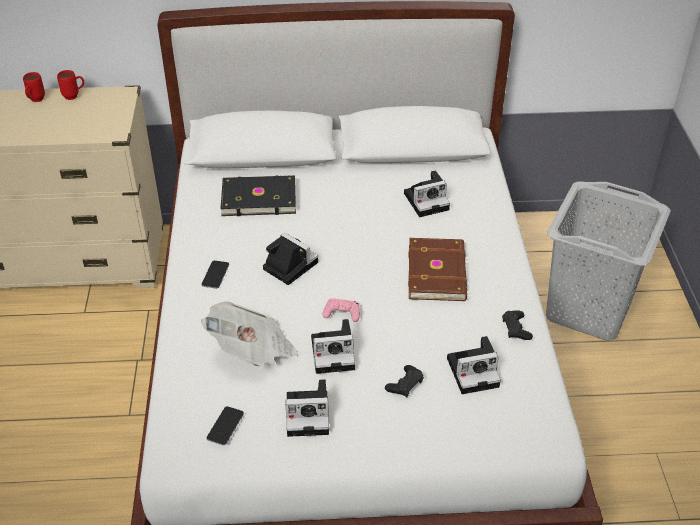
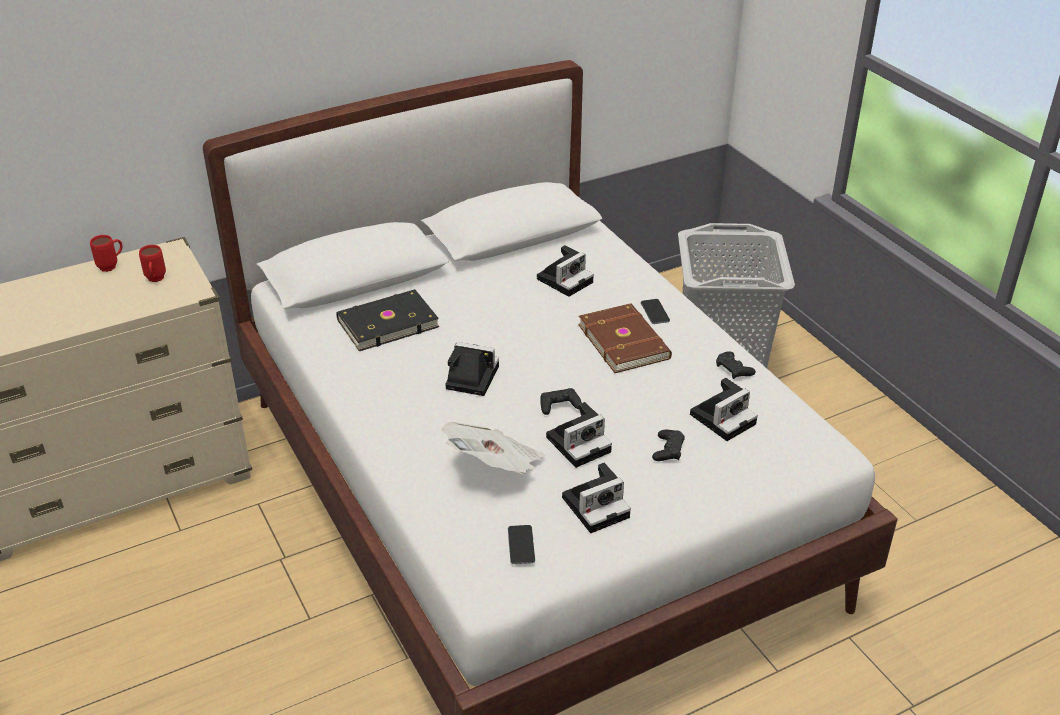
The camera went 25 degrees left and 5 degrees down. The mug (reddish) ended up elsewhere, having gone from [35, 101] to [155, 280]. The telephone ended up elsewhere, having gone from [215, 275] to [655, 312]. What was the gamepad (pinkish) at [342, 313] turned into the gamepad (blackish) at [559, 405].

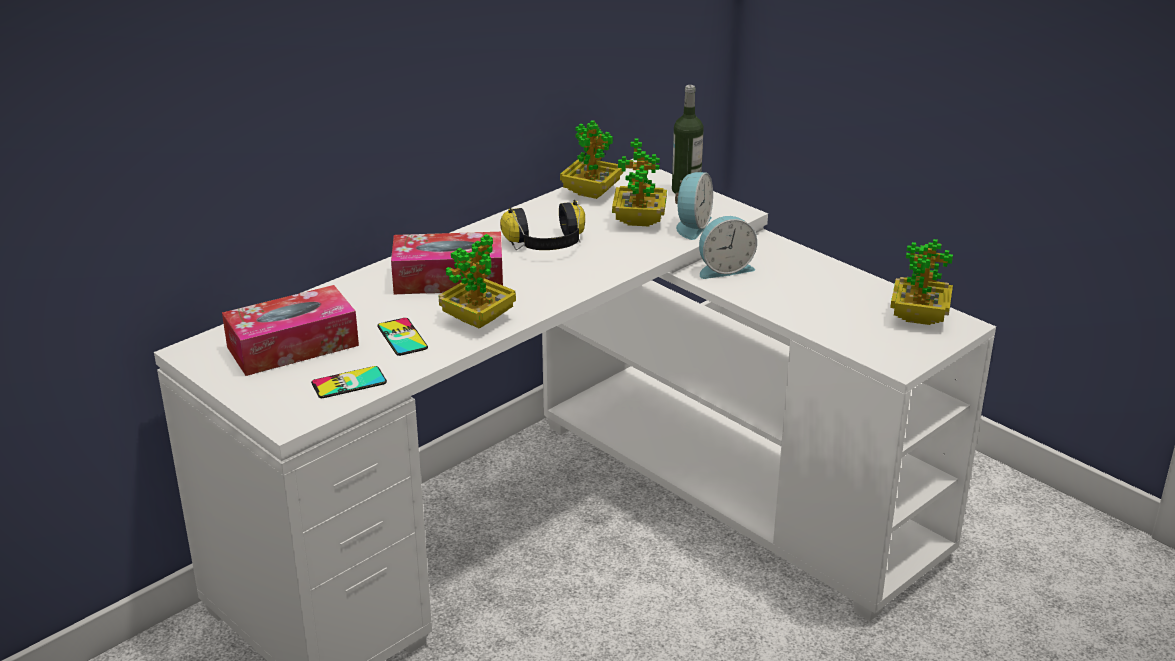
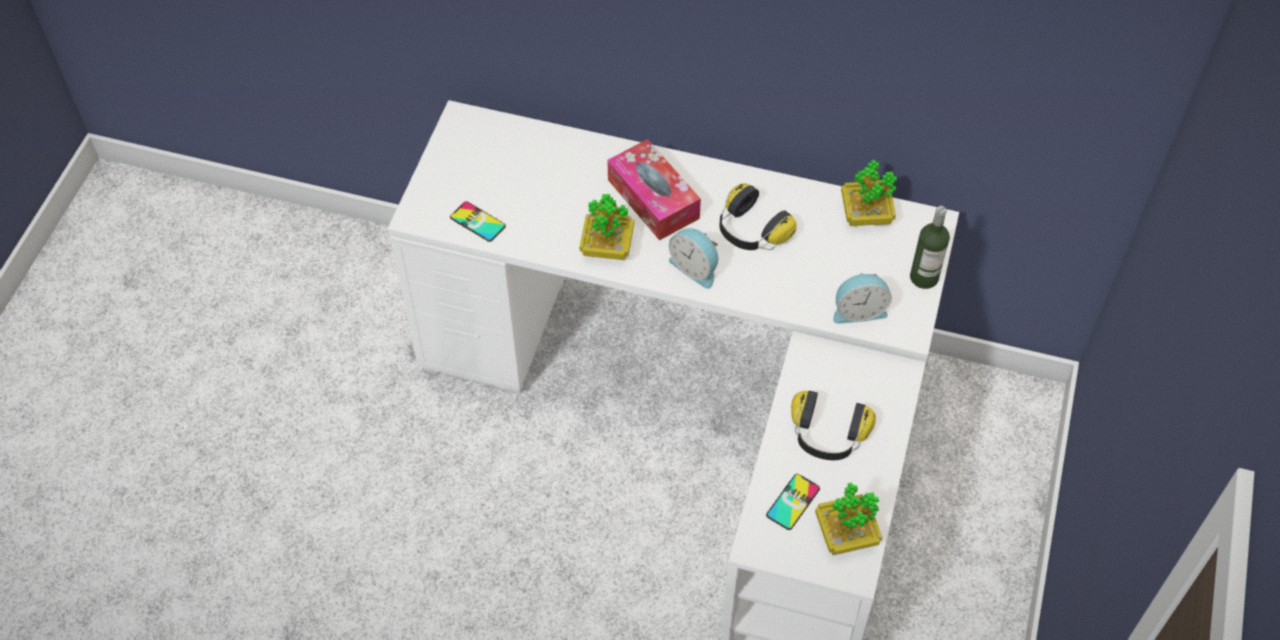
The camera went 60 degrees right and 25 degrees up. The second view lost the tissue holder at [293, 346]. The telephone ended up elsewhere, having gone from [402, 337] to [793, 502]. The second view lost the potted plant at [639, 221]. The table clock ended up elsewhere, having gone from [724, 269] to [695, 267]. The second view gained the headphones at [827, 436].

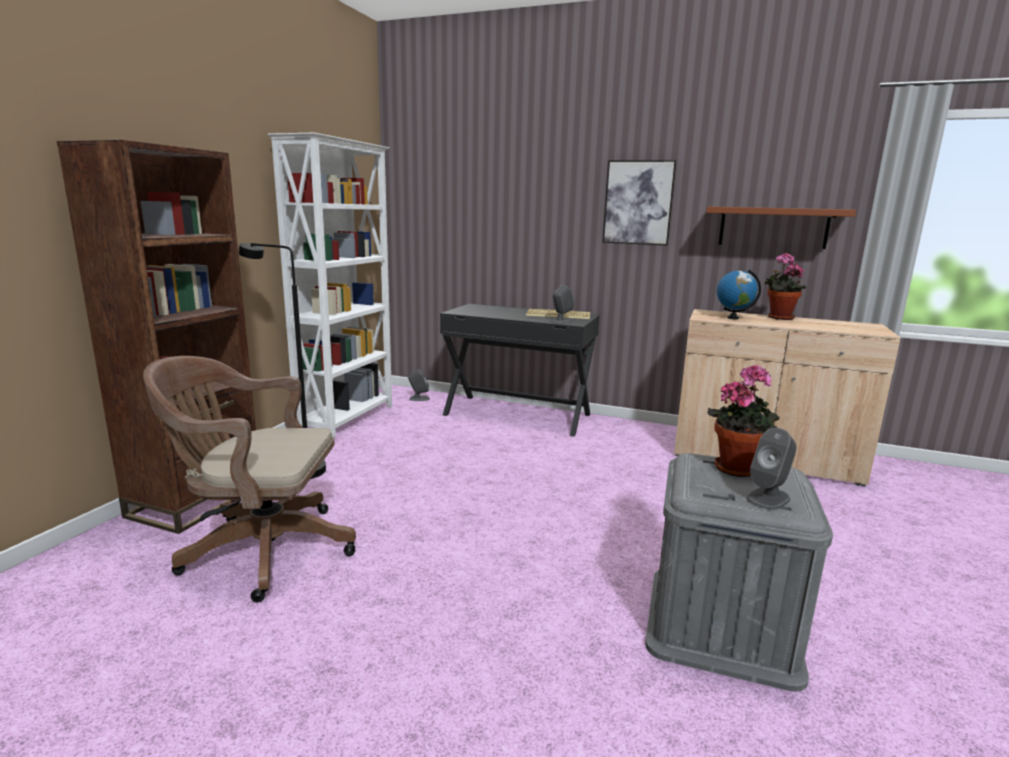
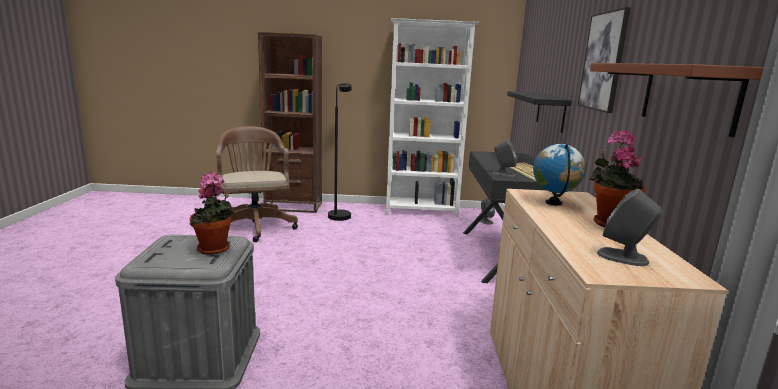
The camera went 70 degrees right and 0 degrees up. The speaker (gray) ended up elsewhere, having gone from [768, 498] to [623, 257]. The second view gained the bracket shelf (blackish) at [550, 111].

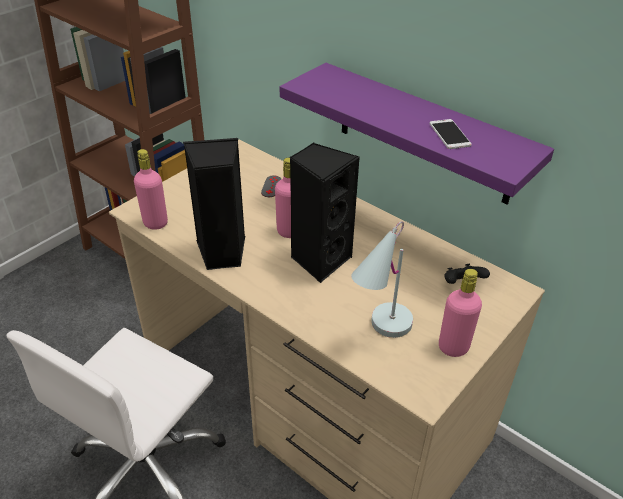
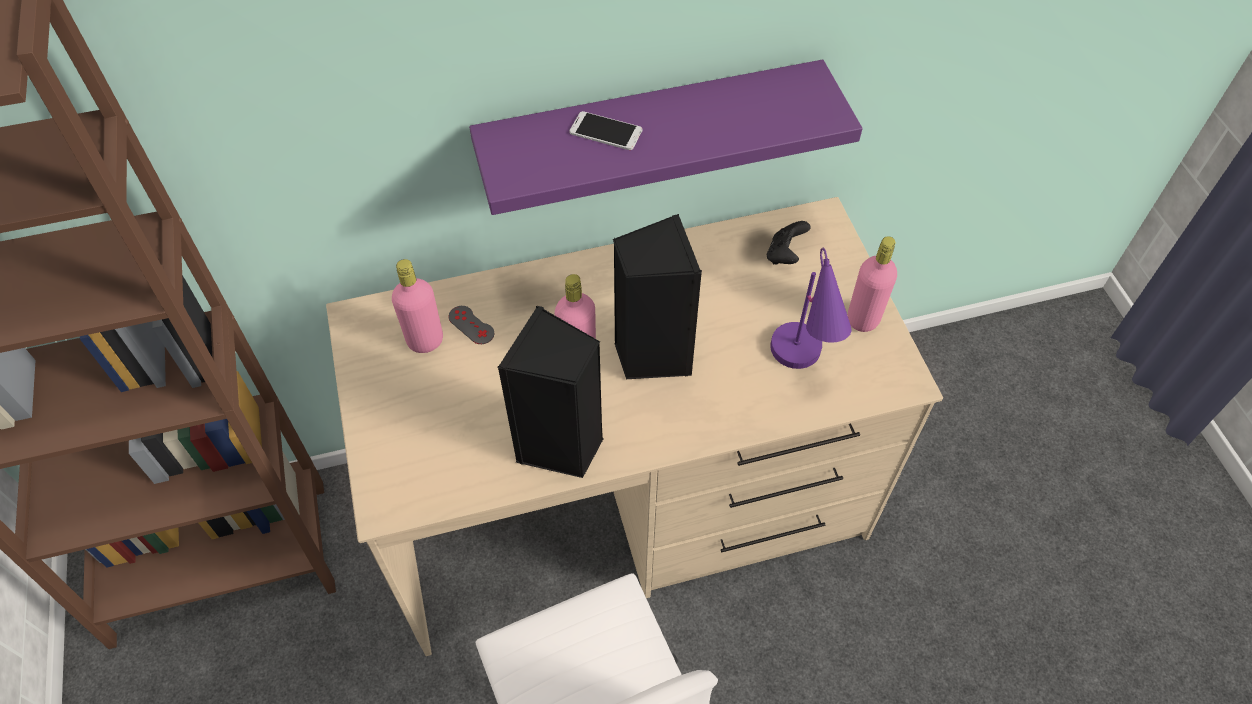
The camera went 55 degrees left and 15 degrees up. The drink bottle (pinkish) ended up elsewhere, having gone from [155, 223] to [425, 341]. What was the tabletop lamp (white) at [379, 332] turned into the tabletop lamp (purple) at [802, 367]. The telephone ended up elsewhere, having gone from [449, 134] to [606, 131].

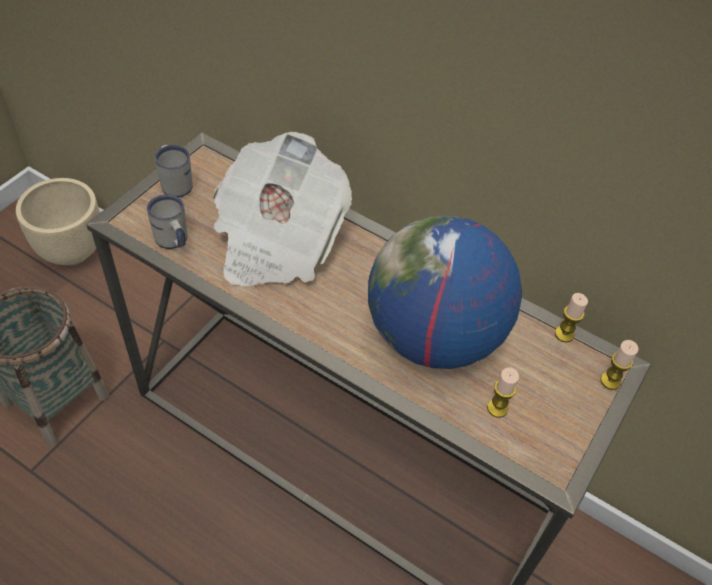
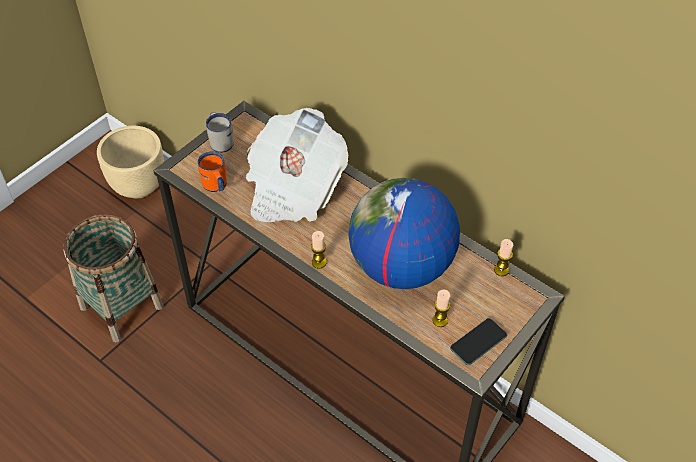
The camera went 10 degrees right and 0 degrees up. What was the mug (white) at [173, 242] turned into the mug (orange) at [216, 187]. The wax candle ended up elsewhere, having gone from [610, 381] to [319, 262]. The second view gained the telephone at [478, 342].

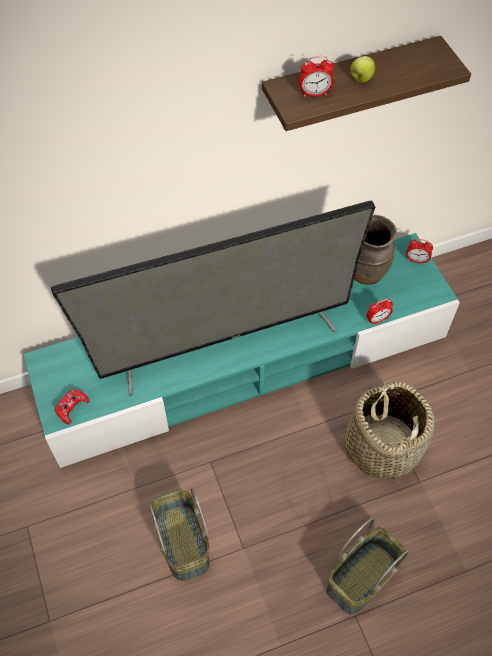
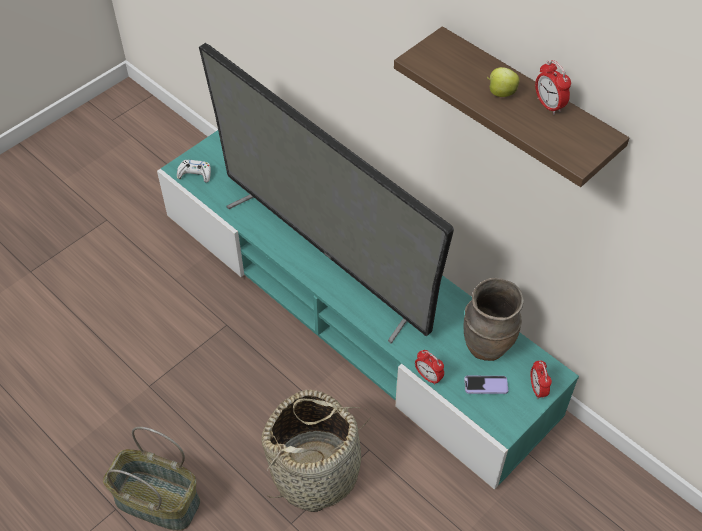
The camera went 65 degrees right and 5 degrees down. What was the gamepad (reddish) at [72, 408] turned into the gamepad (white) at [195, 174]. The second view lost the household basket at [181, 542]. The table clock ended up elsewhere, having gone from [314, 93] to [549, 105]. The second view gained the telephone at [485, 385].

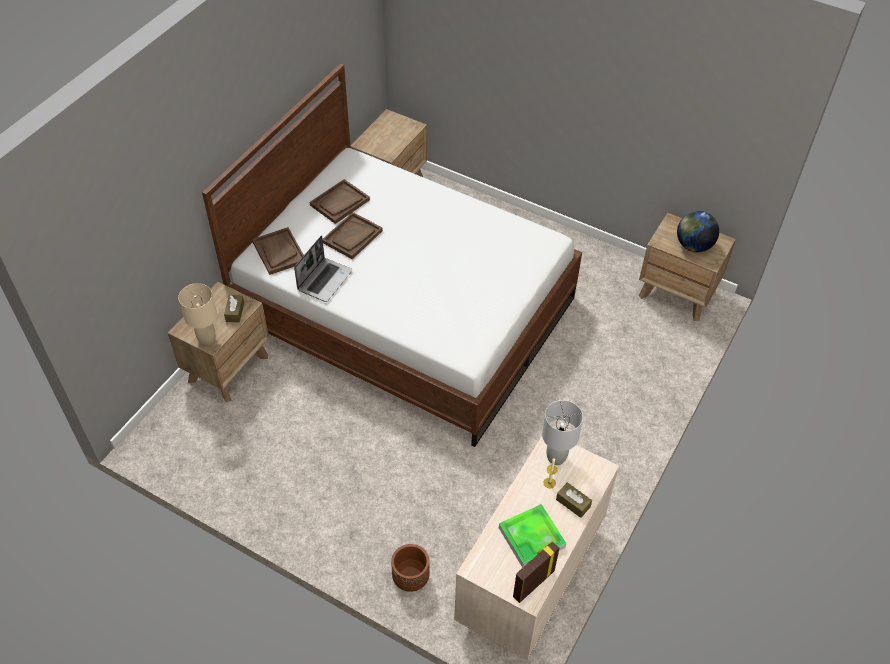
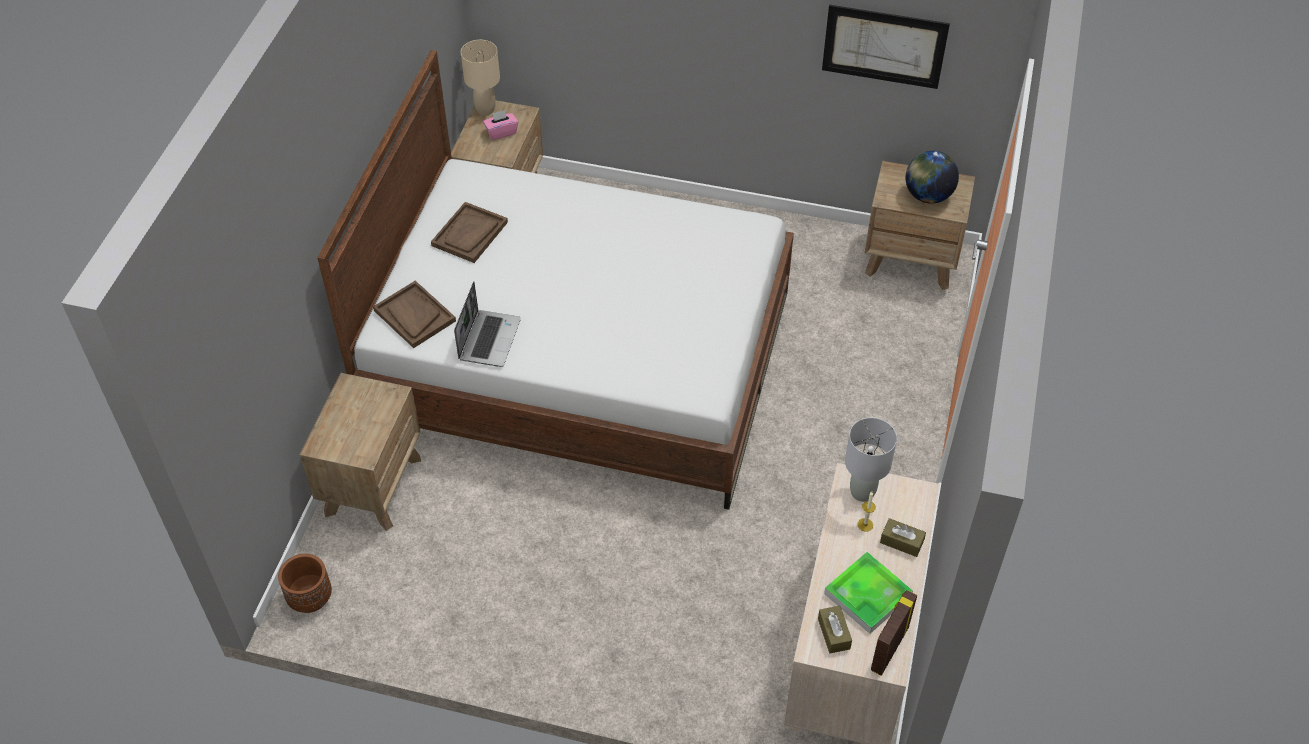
The camera went 15 degrees left and 0 degrees up. The tabletop lamp (sand-coloured) ended up elsewhere, having gone from [207, 338] to [485, 109]. The tissue holder (brown-coloured) ended up elsewhere, having gone from [235, 312] to [833, 633]. The second view lost the carrying tray (brown-coloured) at [352, 237]. The flower pot (brown-coloured) ended up elsewhere, having gone from [410, 578] to [310, 598]. The second view gained the tissue holder (pinkish) at [501, 132]. The second view gained the wall art at [884, 46].

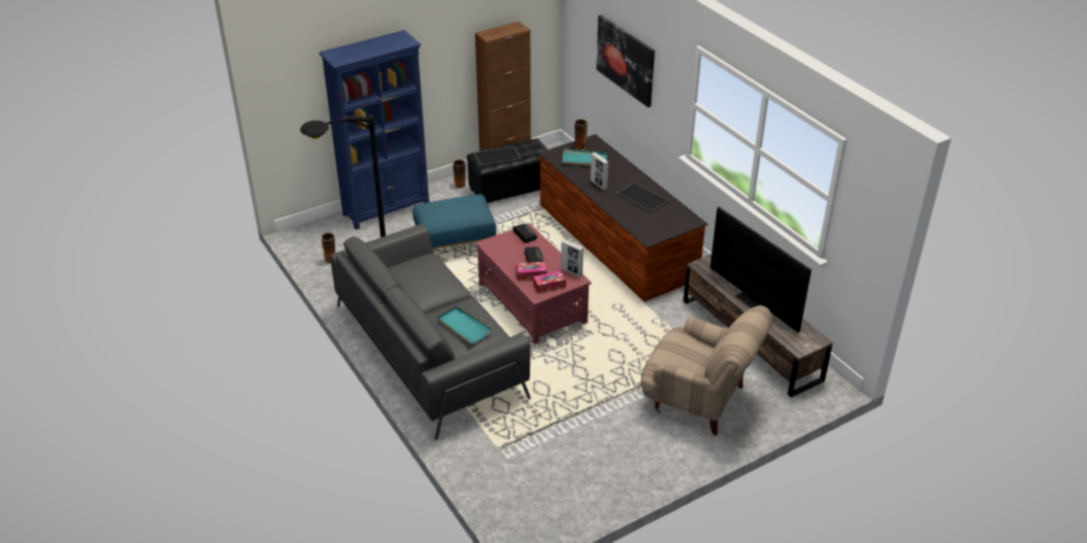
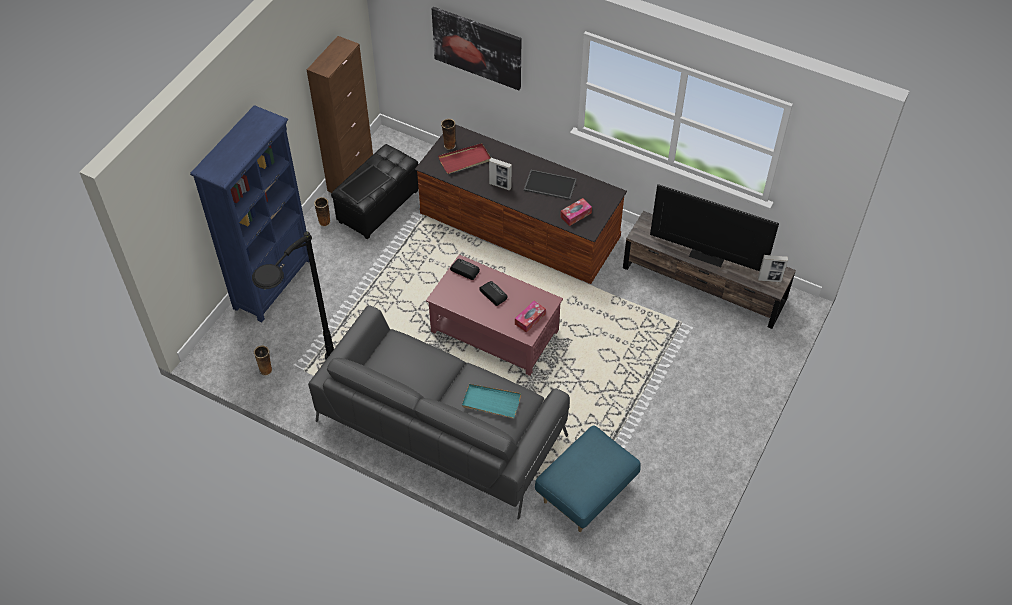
The camera went 30 degrees left and 15 degrees up. The pouffe (bluish) ended up elsewhere, having gone from [455, 243] to [586, 491]. The tissue holder ended up elsewhere, having gone from [531, 274] to [575, 215]. The picture frame ended up elsewhere, having gone from [571, 272] to [769, 279]. What was the carrying tray (blue-green) at [584, 160] turned into the carrying tray (reddish) at [465, 160]. The second view lost the armchair (sand-coloured) at [699, 399].

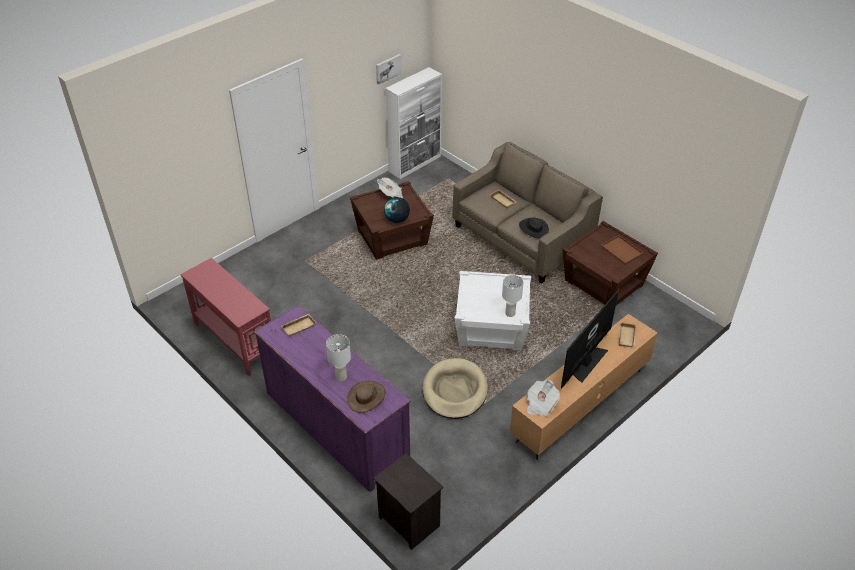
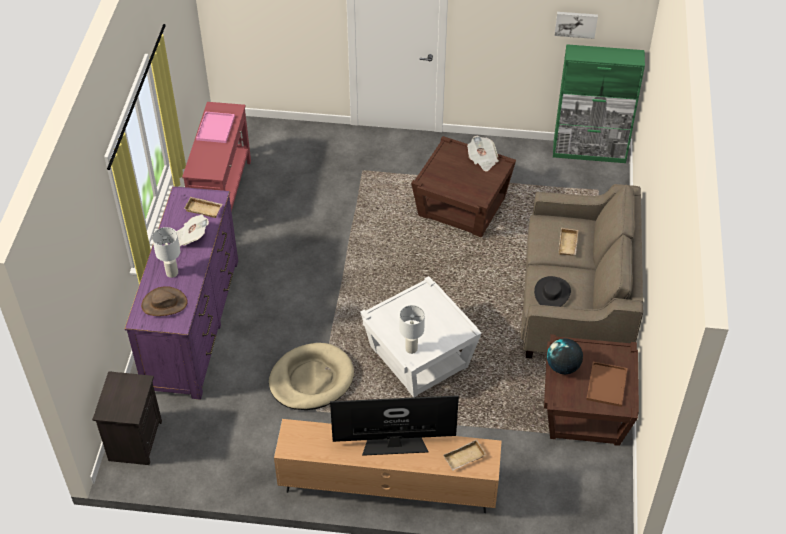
The camera went 50 degrees right and 5 degrees up. The globe ended up elsewhere, having gone from [397, 220] to [563, 367]. What was the storage cabinet (white) at [415, 163] turned into the storage cabinet (greenish) at [589, 152]. The newspaper ended up elsewhere, having gone from [540, 404] to [191, 237]. The second view gained the carrying tray (pinkish) at [216, 128].

